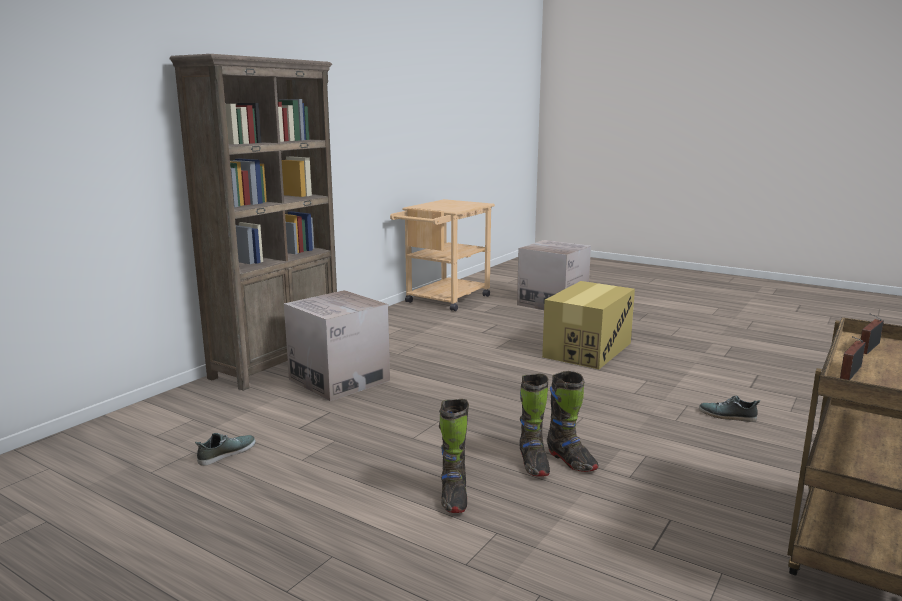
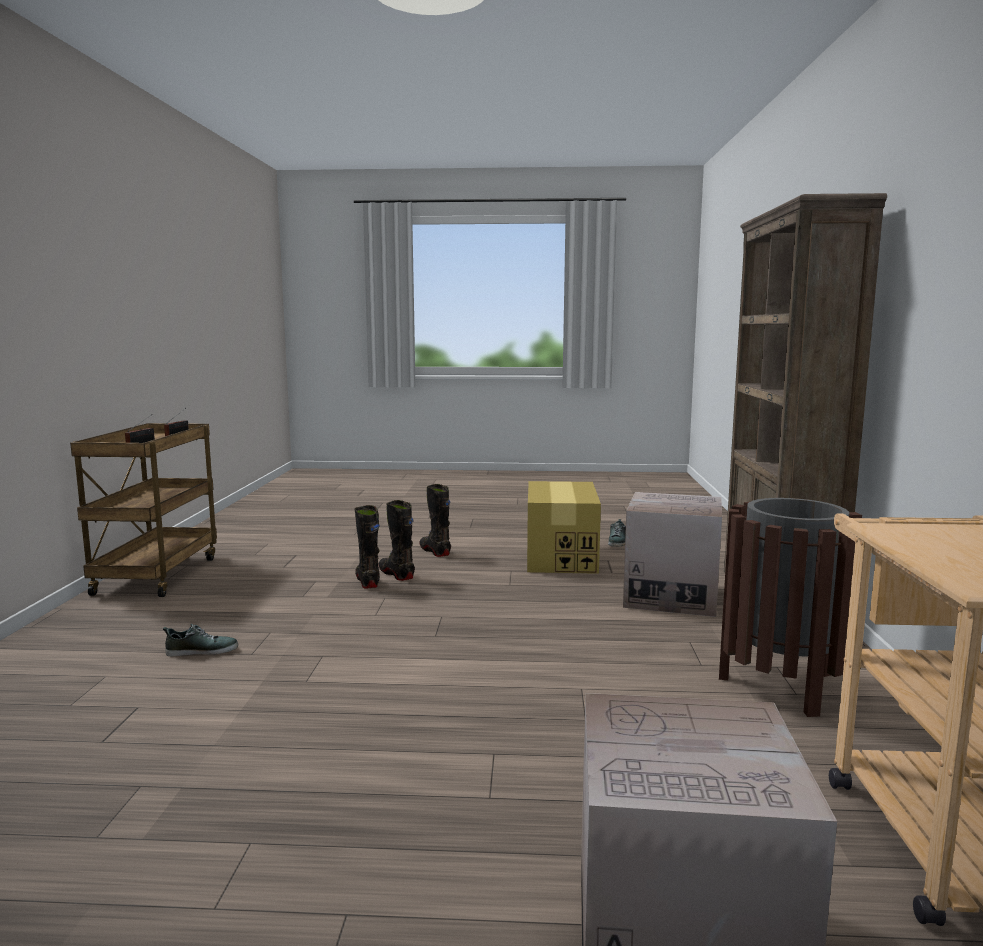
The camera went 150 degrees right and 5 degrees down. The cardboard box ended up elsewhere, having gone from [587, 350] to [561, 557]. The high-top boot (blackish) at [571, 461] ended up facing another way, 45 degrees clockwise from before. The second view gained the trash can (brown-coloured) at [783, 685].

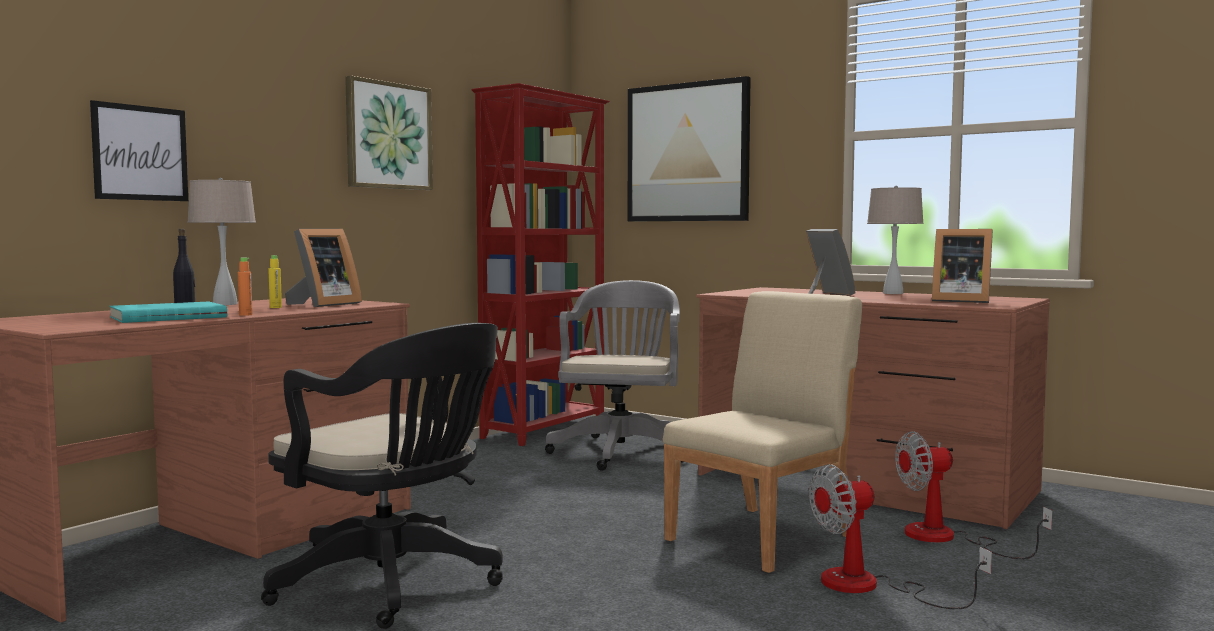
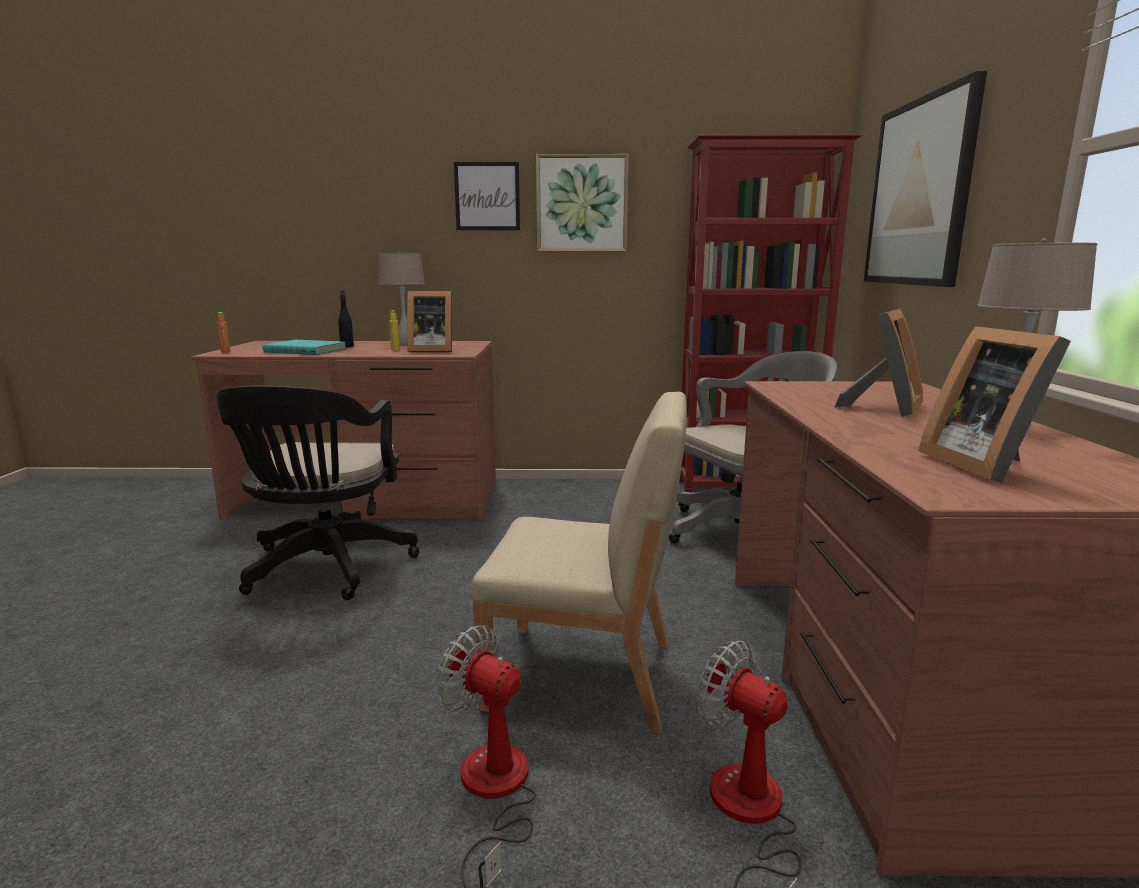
The camera went 55 degrees right and 10 degrees up. The wall art ended up elsewhere, having gone from [140, 153] to [487, 196]. The drink bottle (orange) ended up elsewhere, having gone from [245, 315] to [225, 352].

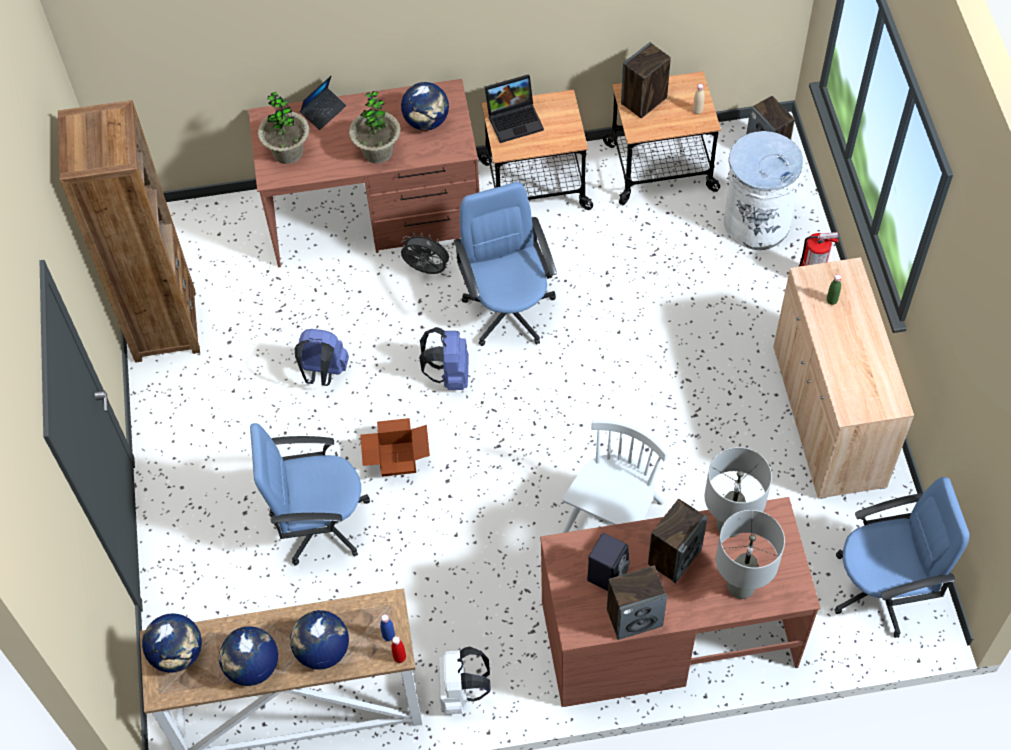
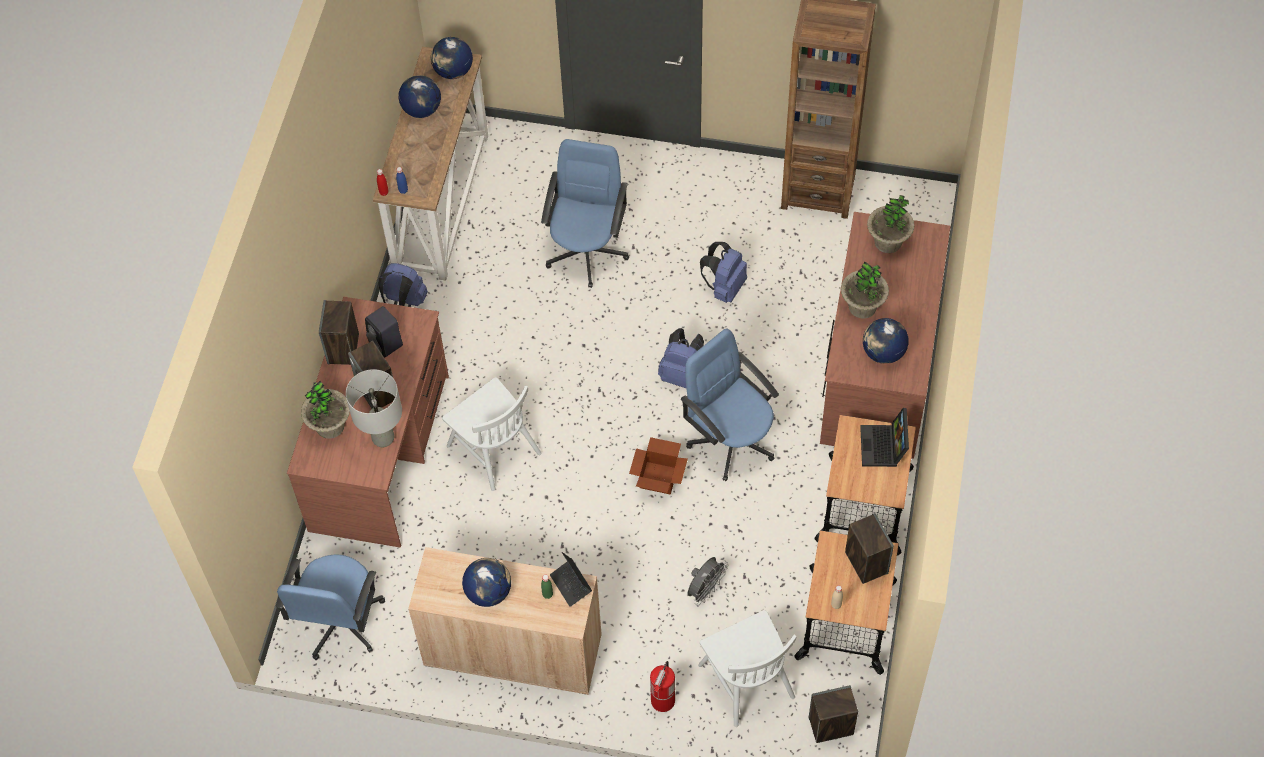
The camera went 110 degrees right and 0 degrees up. The globe ended up elsewhere, having gone from [322, 650] to [488, 592]. The portable computer ended up elsewhere, having gone from [323, 111] to [571, 585]. The cardboard box ended up elsewhere, having gone from [396, 458] to [659, 477]. The electric fan (gray) ended up elsewhere, having gone from [426, 270] to [705, 590]. What was the backpack (white) at [461, 692] turned into the backpack (bluish) at [404, 303]. The desk chair (bluish) at [509, 310] ended up facing another way, 135 degrees counterclockwise from before. Where the tabletop lamp (gray) stood at [741, 587], the potted plant came to stand at [330, 426]. Where the trash can (white) stood at [756, 222], the upright chair (white) came to stand at [746, 680].

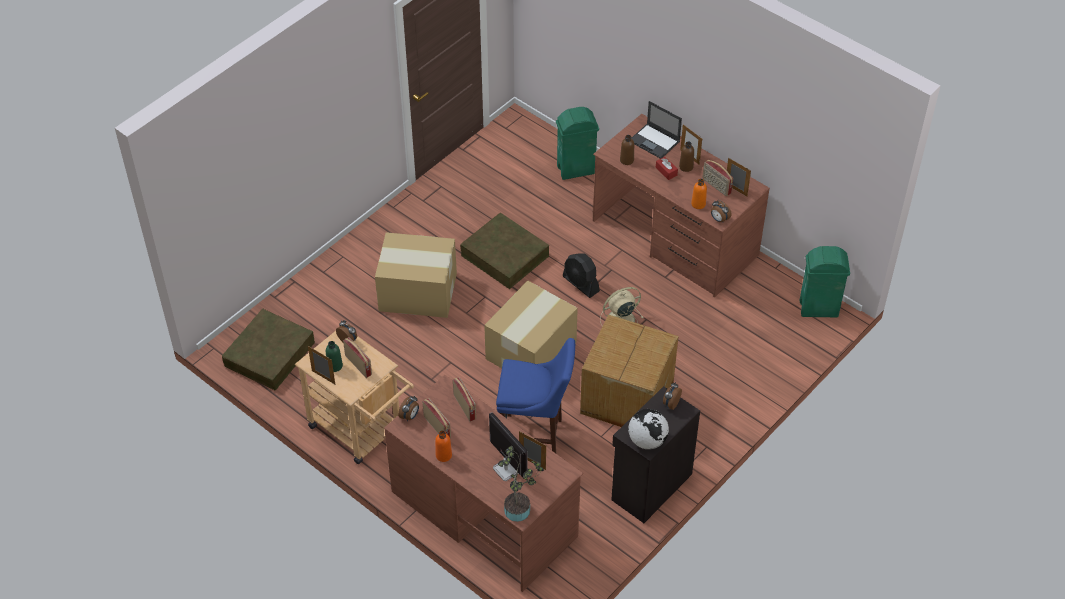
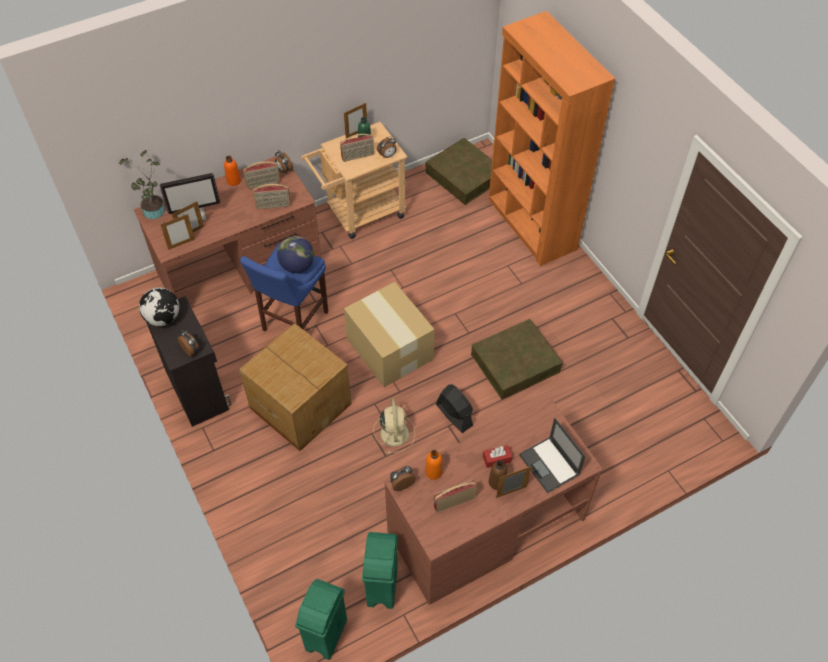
The camera went 110 degrees right and 5 degrees up. The second view lost the cardboard box at [417, 291]. The trash can (greenish) ended up elsewhere, having gone from [576, 170] to [382, 588]. The electric fan (blackish) at [581, 284] ended up facing another way, 75 degrees clockwise from before. The second view lost the drink bottle (brown-coloured) at [626, 160]. The portable computer at [655, 141] ended up facing another way, 90 degrees counterclockwise from before. The picture frame ended up elsewhere, having gone from [736, 190] to [181, 244]. The second view gained the globe at [297, 266]. The second view gained the bookcase (orange) at [531, 224].

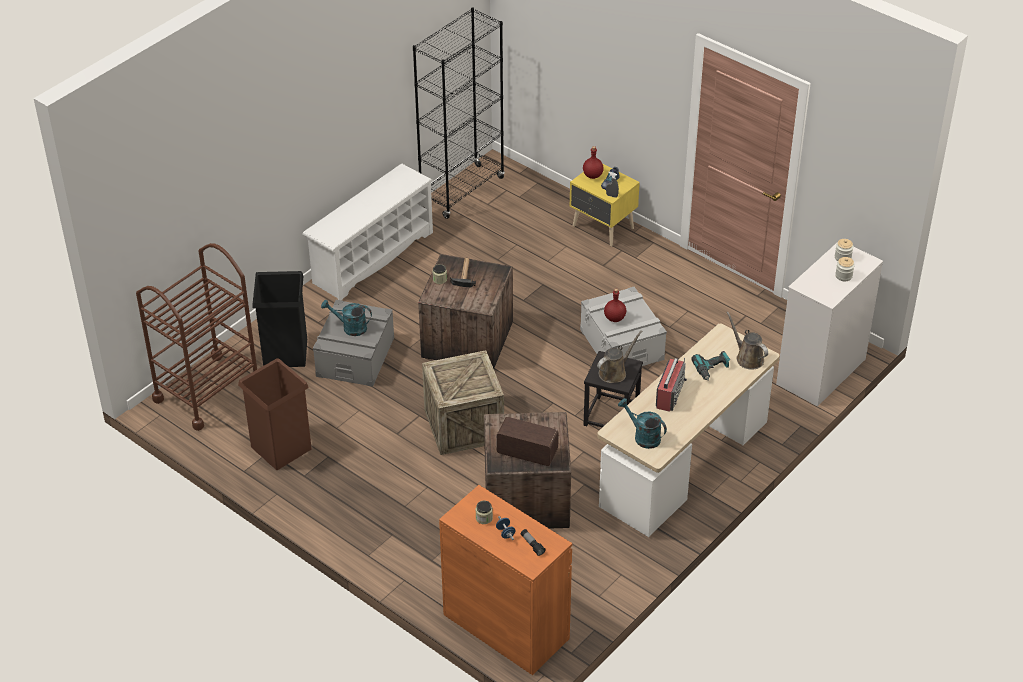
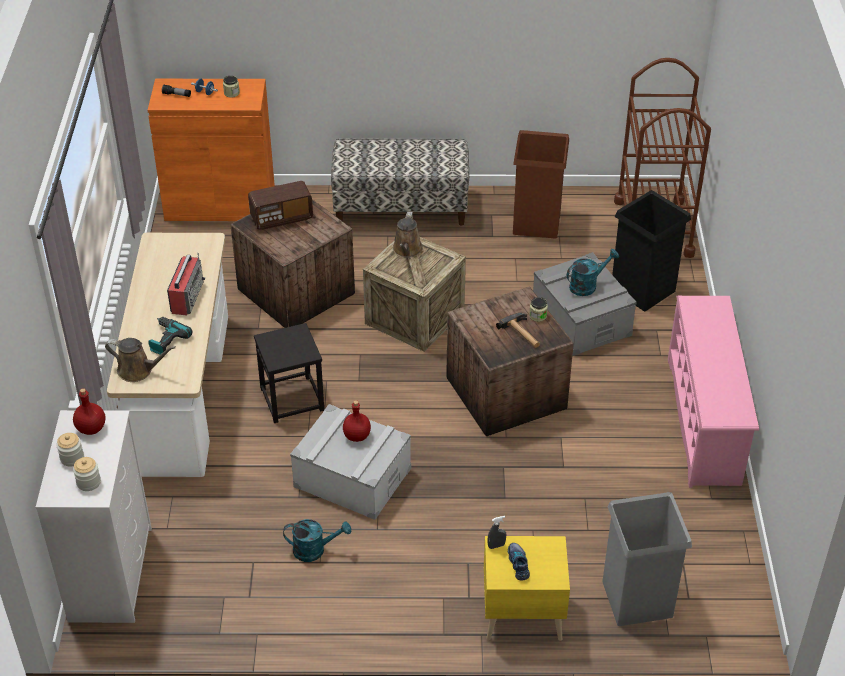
The camera went 140 degrees right and 0 degrees up. What was the shoe rack (white) at [372, 257] turned into the shoe rack (pinkish) at [705, 421]. The second view lost the bookcase (blackish) at [462, 191]. The drink bottle (reddish) ended up elsewhere, having gone from [592, 176] to [91, 428]. The sprinkling can (brown-coloured) ended up elsewhere, having gone from [614, 372] to [407, 250]. The sprinkling can (blue-green) ended up elsewhere, having gone from [643, 436] to [315, 550]. The radio set at [670, 394] ended up facing another way, 150 degrees counterclockwise from before. The second view gained the long seat at [401, 207]. The second view gained the trash can (gray) at [636, 598].

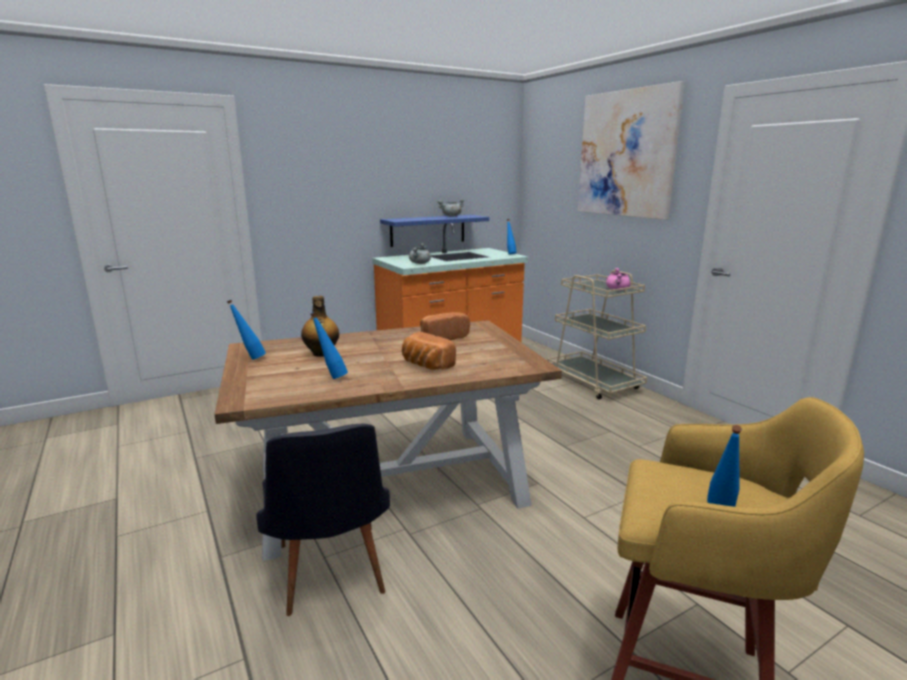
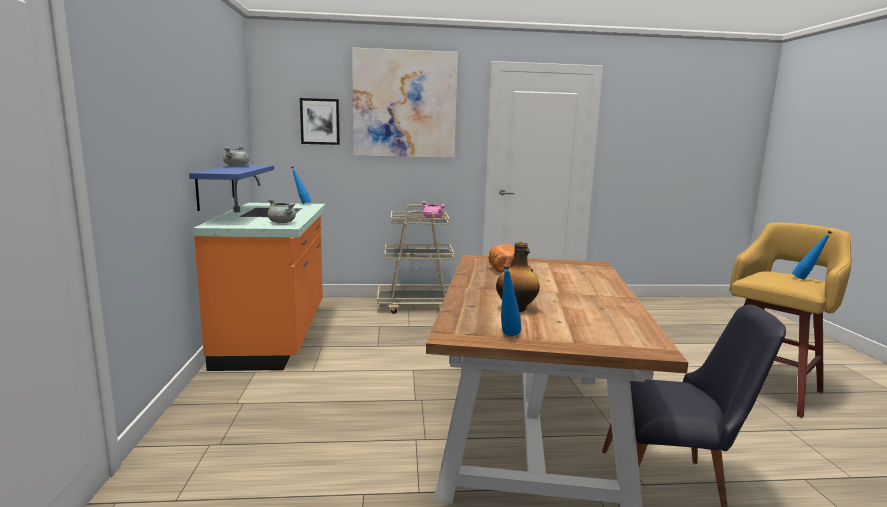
The camera went 65 degrees left and 5 degrees down. The second view lost the drink bottle (bluish) at [331, 377]. The second view lost the bread at [425, 365]. The second view gained the wall art at [320, 121].

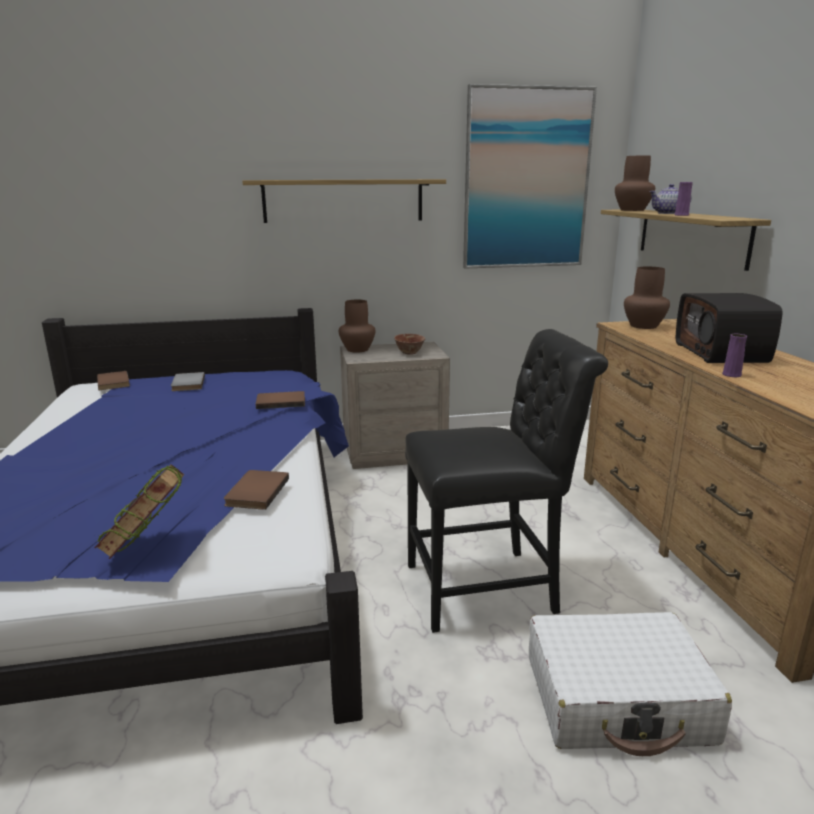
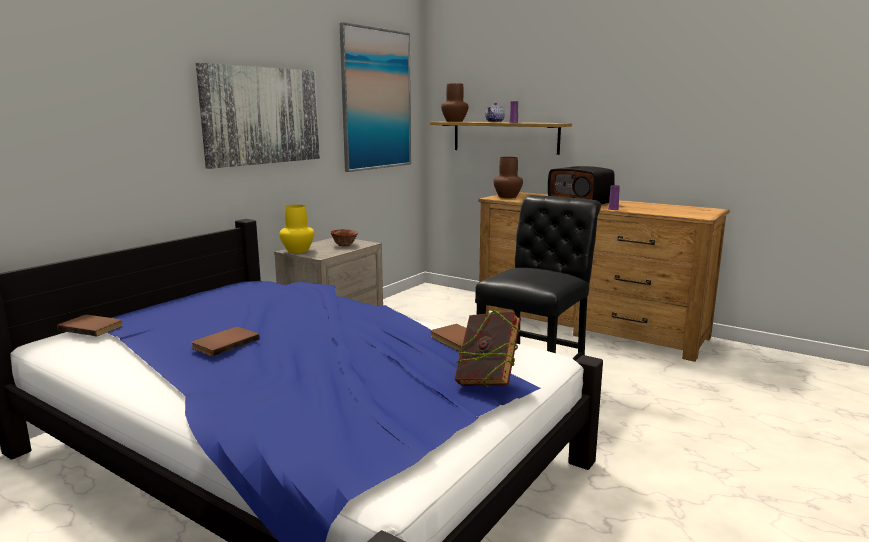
The camera went 45 degrees left and 5 degrees down. The second view lost the volume (gray) at [187, 384]. Where the bracket shelf hung at [343, 200], the wall art came to hang at [262, 116]. The volume (brown-coloured) ended up elsewhere, having gone from [281, 402] to [224, 343]. What was the vase (brown-coloured) at [357, 349] turned into the vase (yellow-coloured) at [298, 251]. The second view lost the travel case (white) at [618, 699].

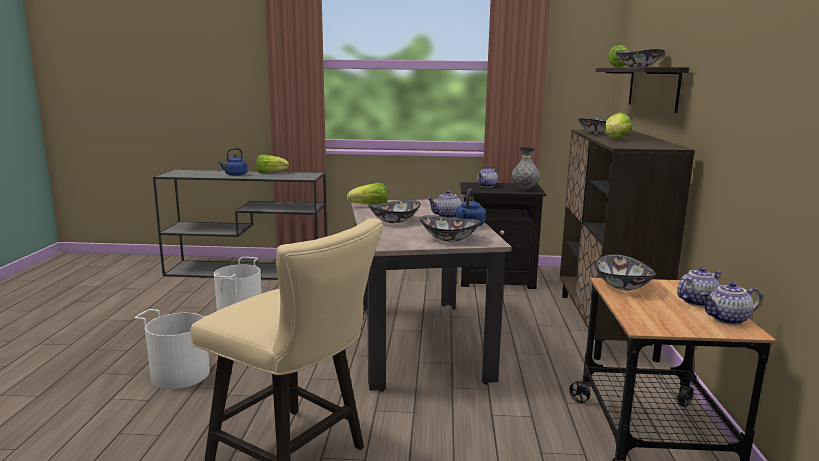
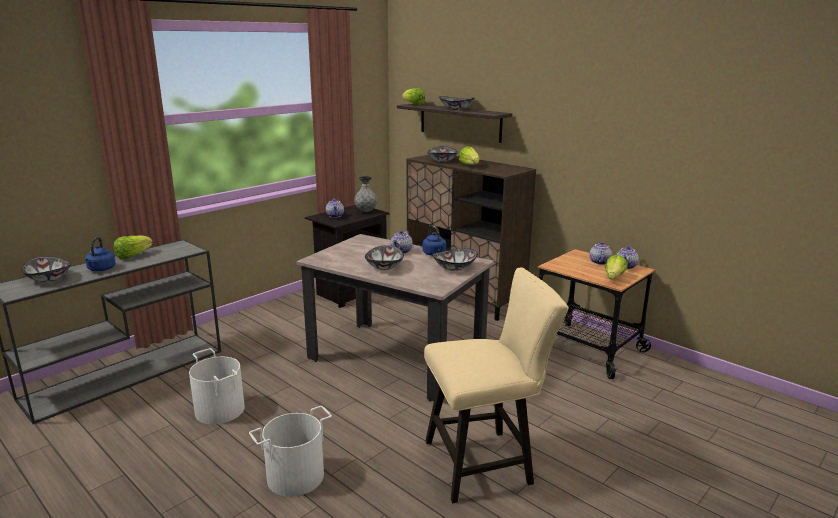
The camera went 50 degrees left and 5 degrees up. The head of lettuce ended up elsewhere, having gone from [370, 206] to [614, 278]. The bowl ended up elsewhere, having gone from [623, 286] to [49, 279].

